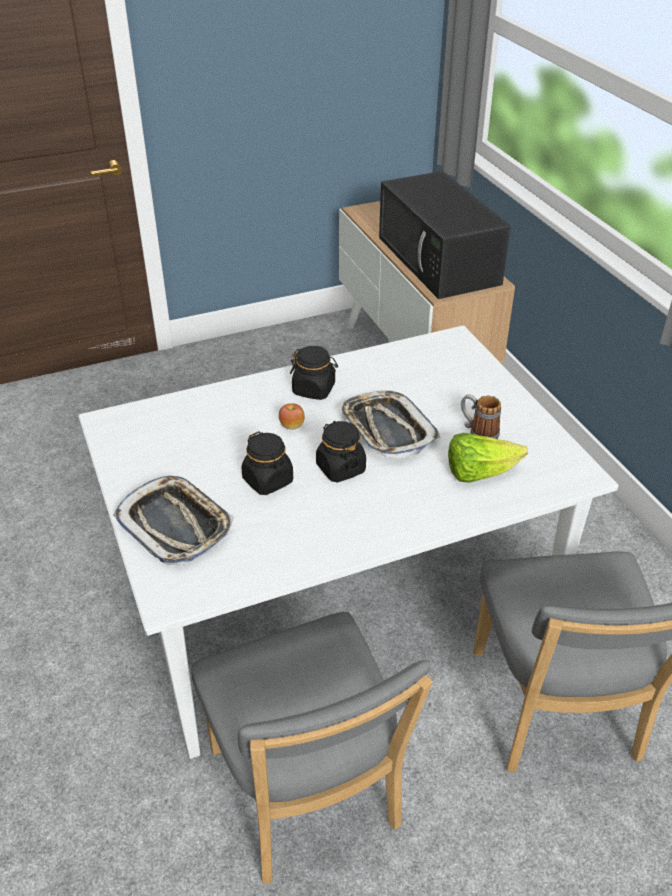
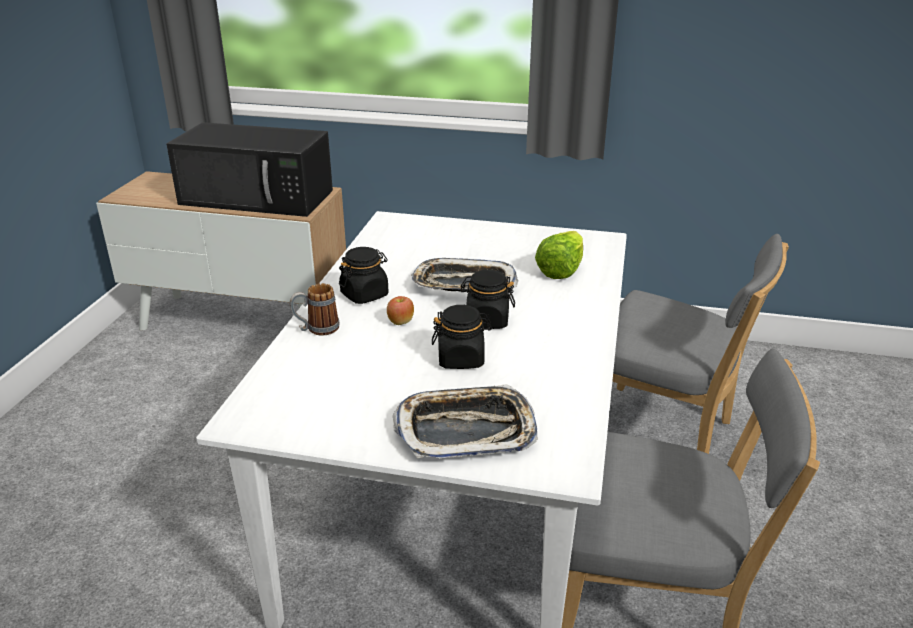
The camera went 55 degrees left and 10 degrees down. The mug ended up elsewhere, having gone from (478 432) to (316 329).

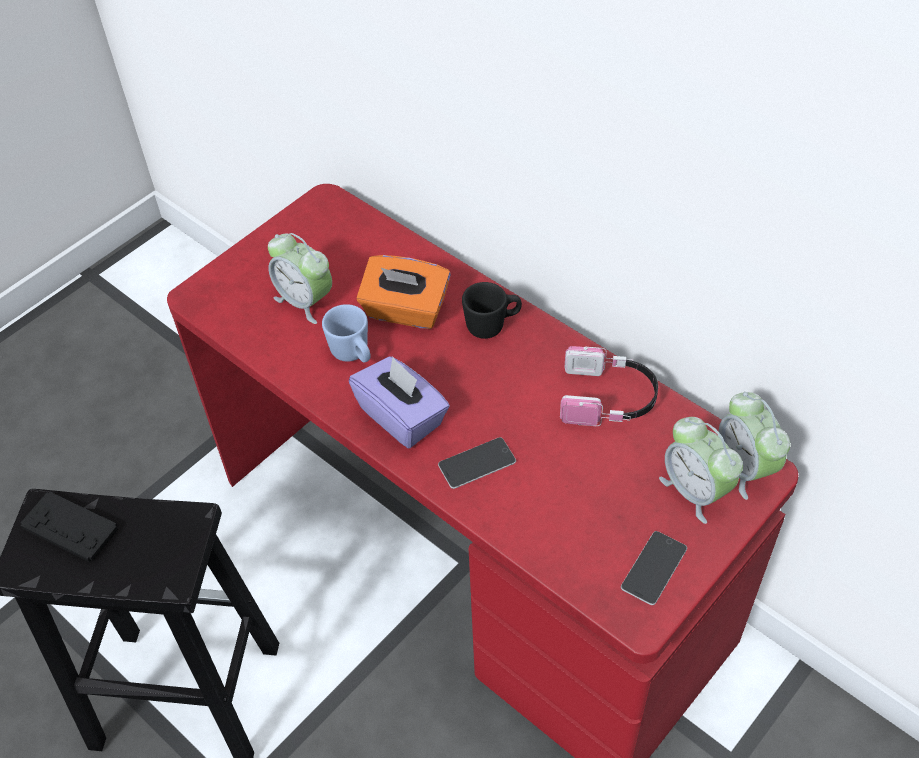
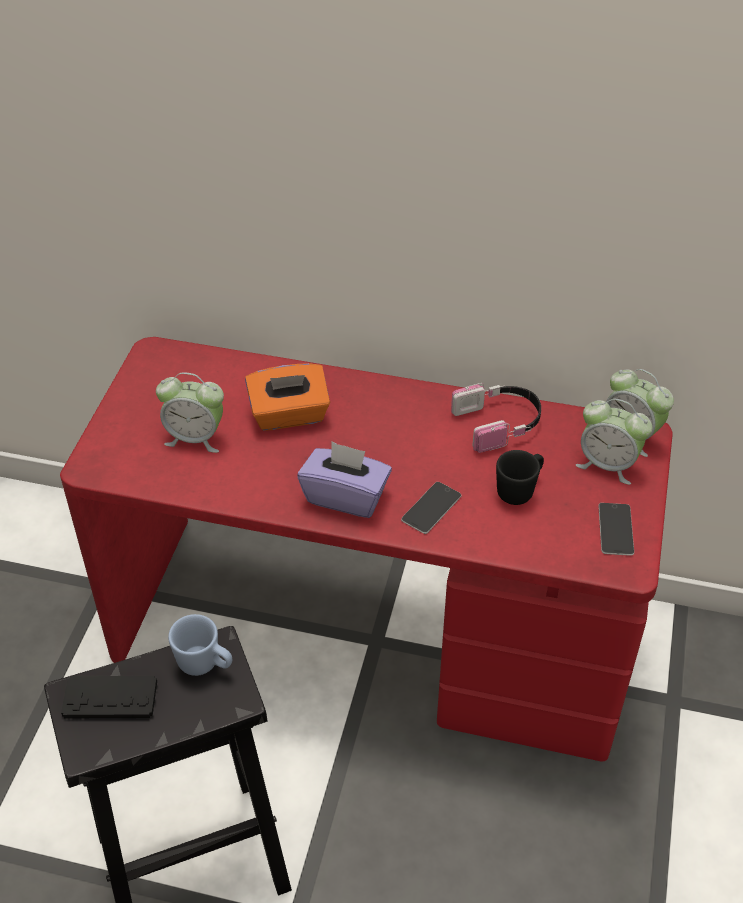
The camera went 30 degrees left and 5 degrees down. The mug in blue ended up elsewhere, having gone from (353 355) to (205 664). The mug in black ended up elsewhere, having gone from (492 326) to (519 490).

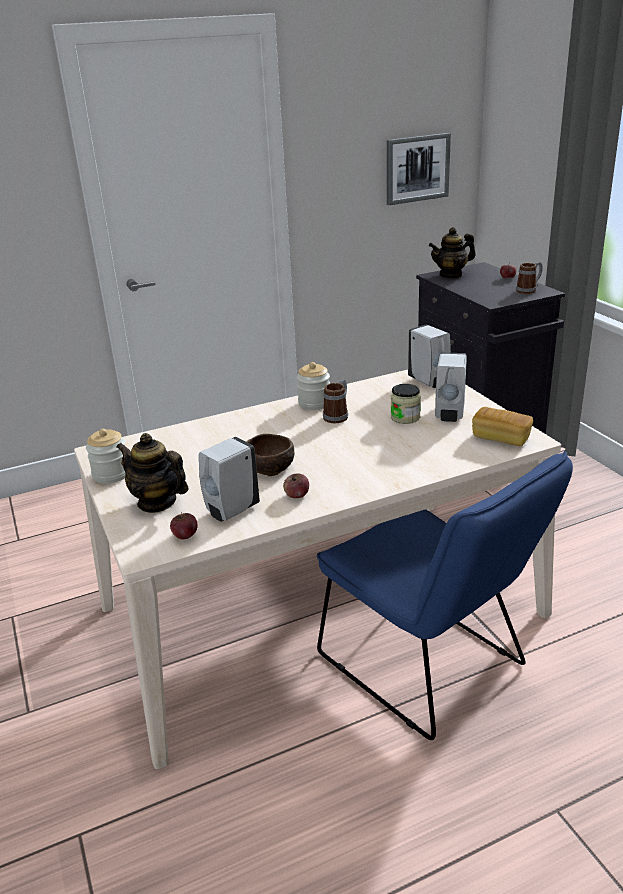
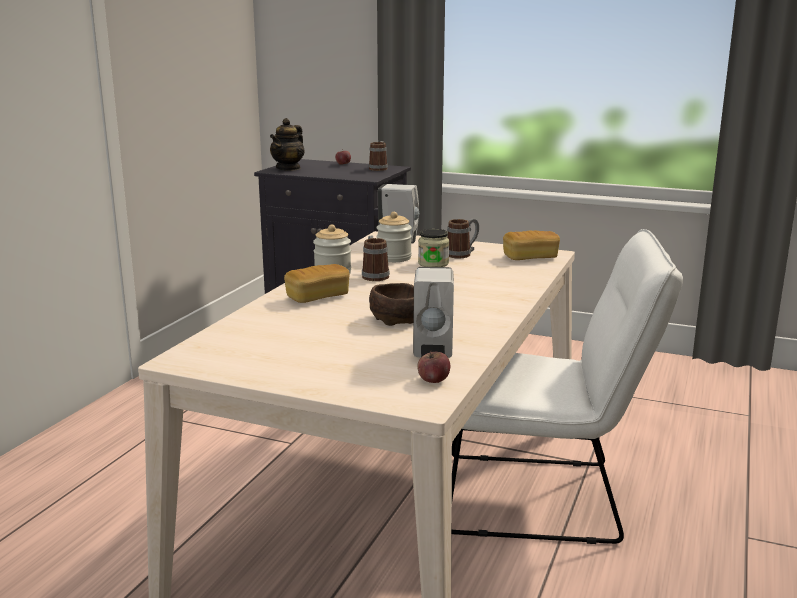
The camera went 45 degrees left and 10 degrees down. The second view lost the teapot at (157 502). The second view lost the apple at (296 495). The second view lost the picture at (417 168). The second view gained the bread at (317 297). The jar ended up elsewhere, having gone from (111 474) to (394 258). Where the soap dispenser in white stood at (449 414), the mug came to stand at (462 254). What was the chair in blue at (430 667) turned into the chair in white at (545 499).

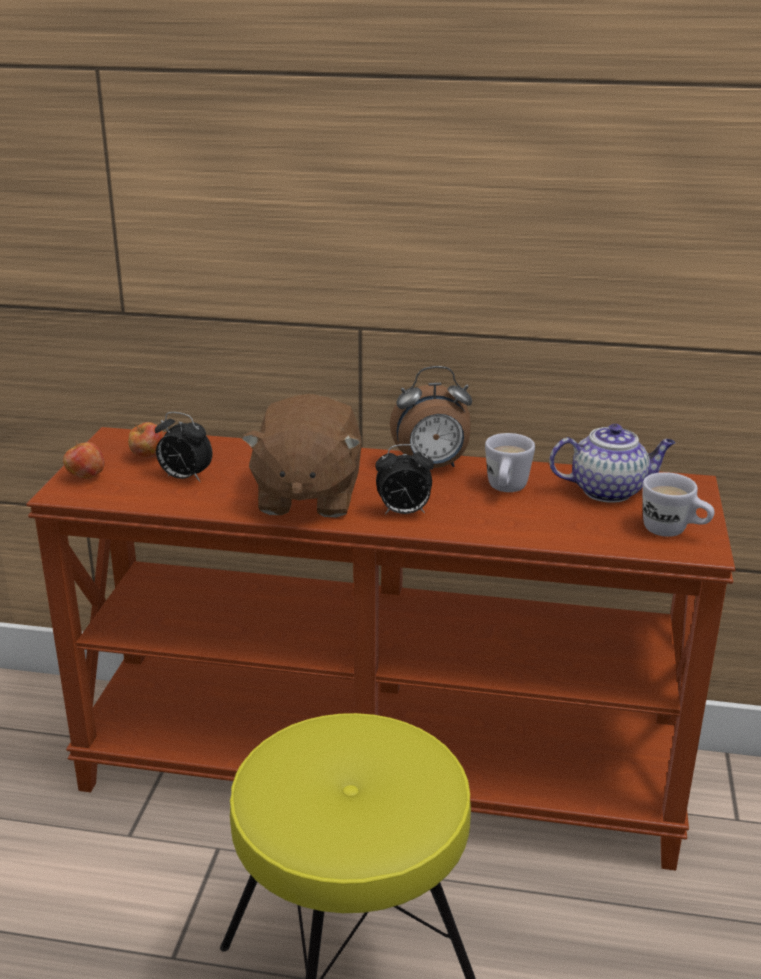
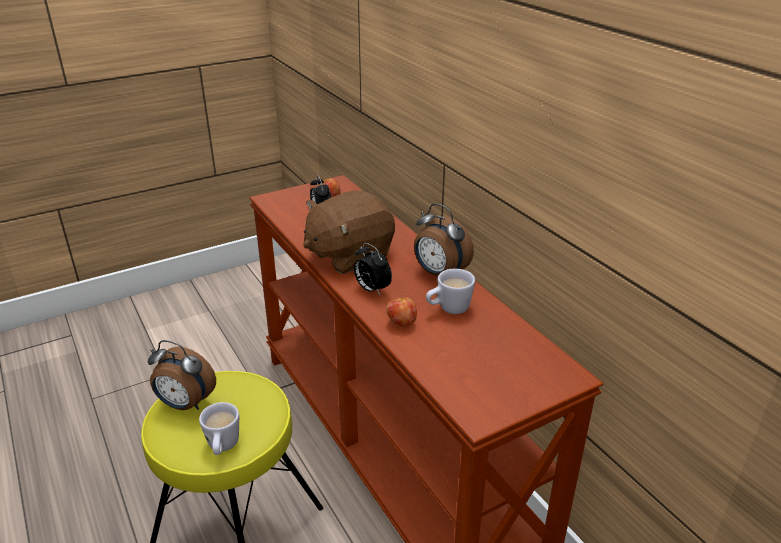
The camera went 50 degrees right and 5 degrees up. The second view lost the teapot at (609 491). The second view gained the alarm clock at (185 404). The apple ended up elsewhere, having gone from (86 477) to (401 323). The mug in white ended up elsewhere, having gone from (673 532) to (222 447).

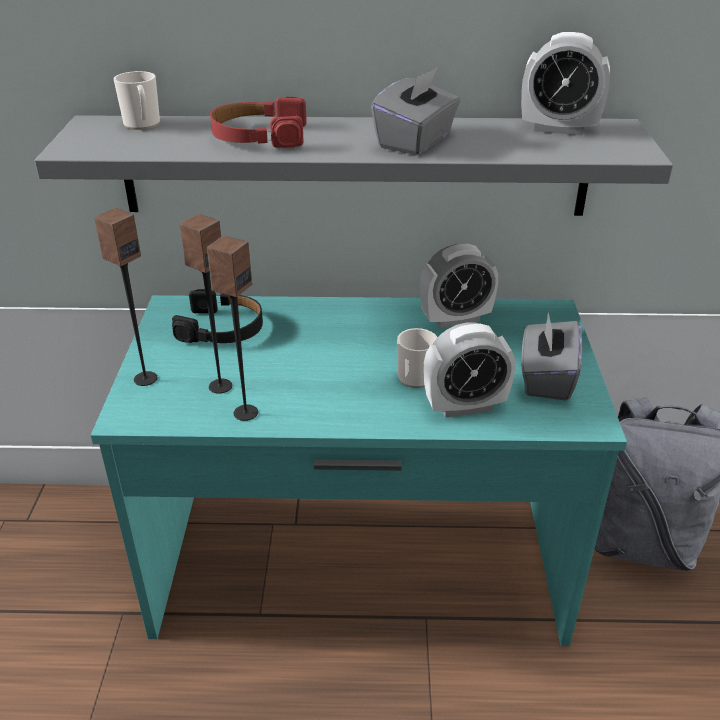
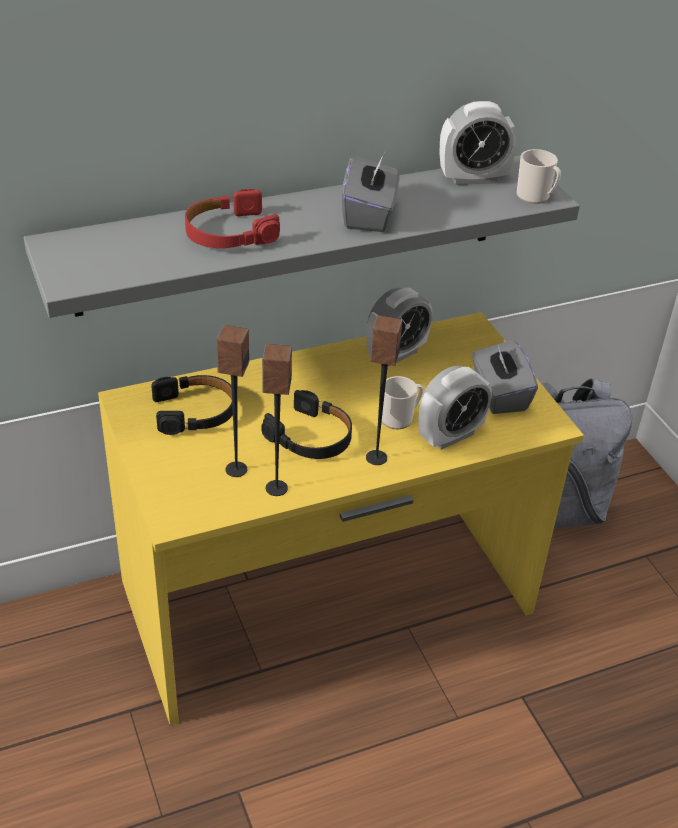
The camera went 25 degrees left and 5 degrees up. The second view gained the headphones in black at (311 437). The speaker ended up elsewhere, having gone from (145 378) to (376 457). The mug ended up elsewhere, having gone from (143 125) to (536 197). What was the desk in turquoise at (360 566) turned into the desk in yellow at (328 600).

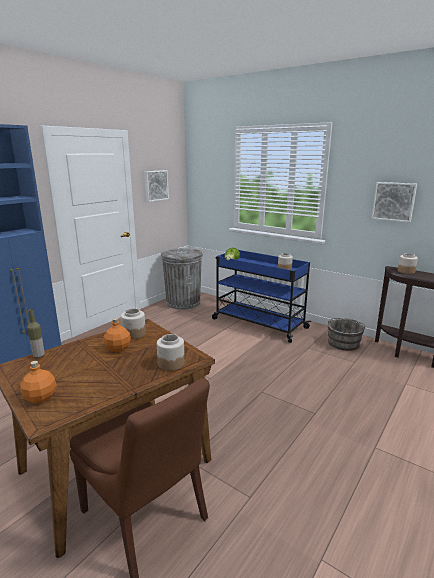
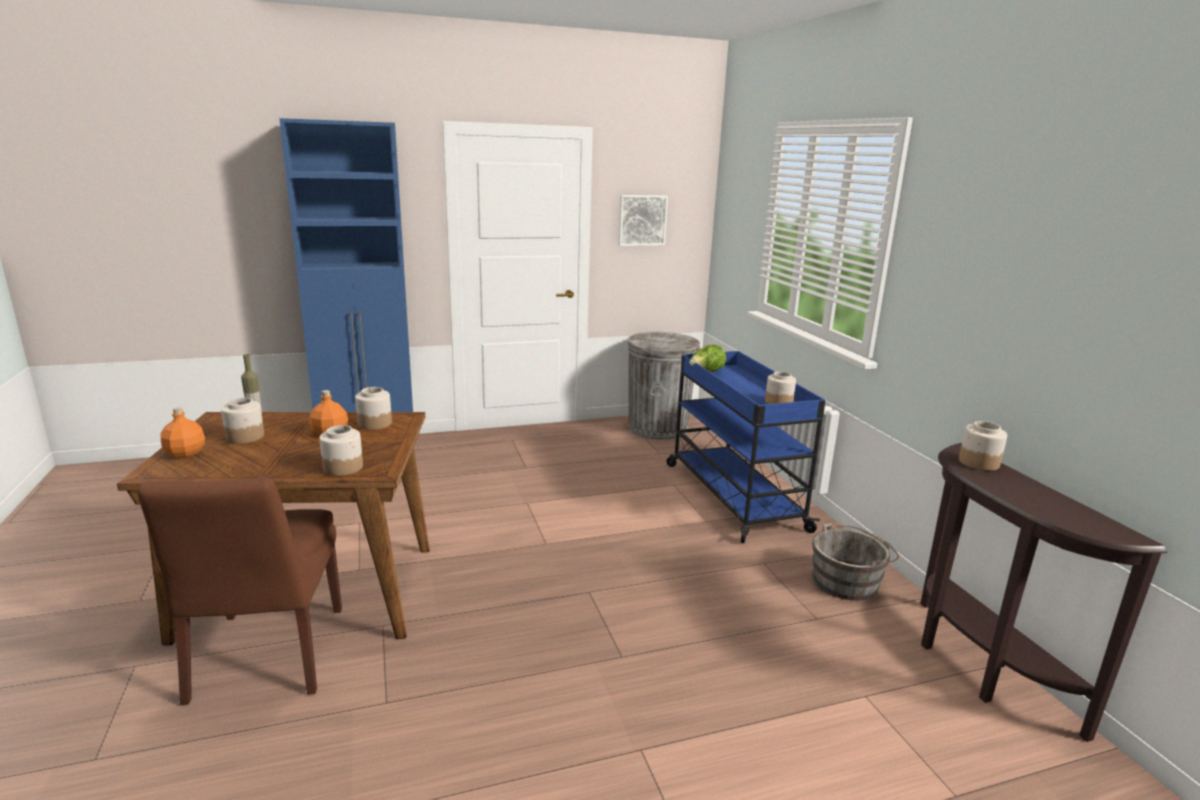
The camera went 35 degrees right and 0 degrees up. The second view lost the picture at (394 201). The second view gained the jar at (244 437).

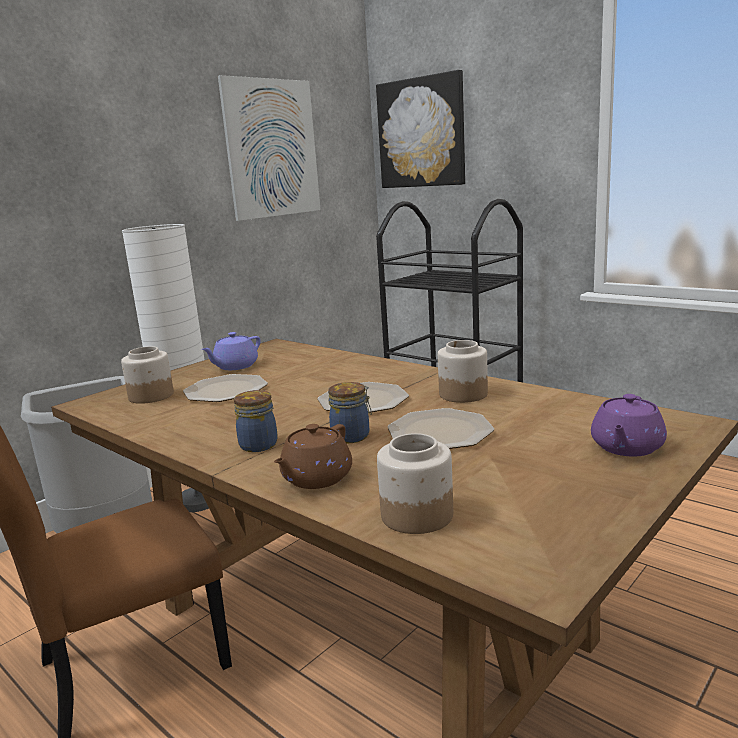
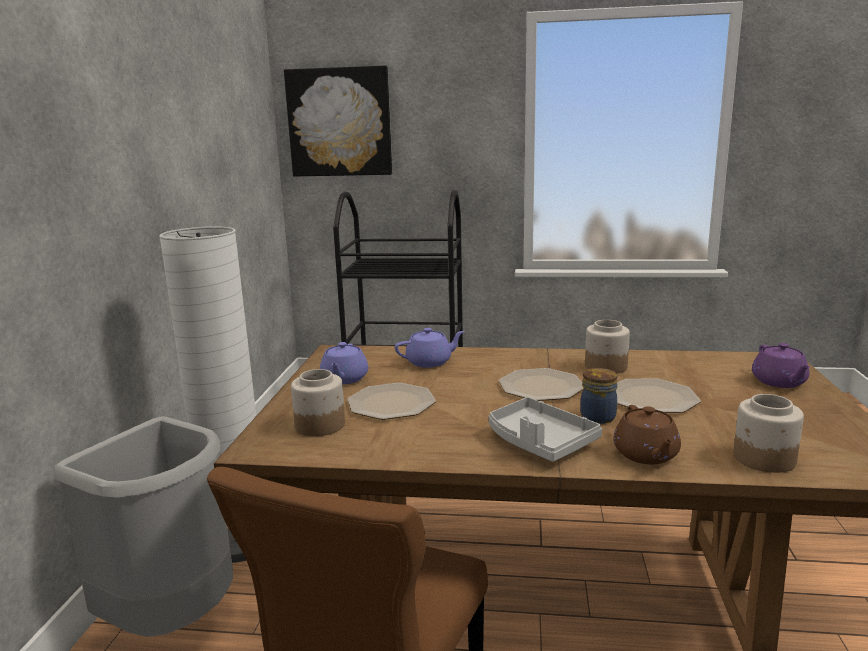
The camera went 35 degrees left and 0 degrees up. The second view lost the picture at (272 148). The second view gained the teapot in purple at (430 362). Where the jar stood at (258 444), the tray in grey came to stand at (539 442).

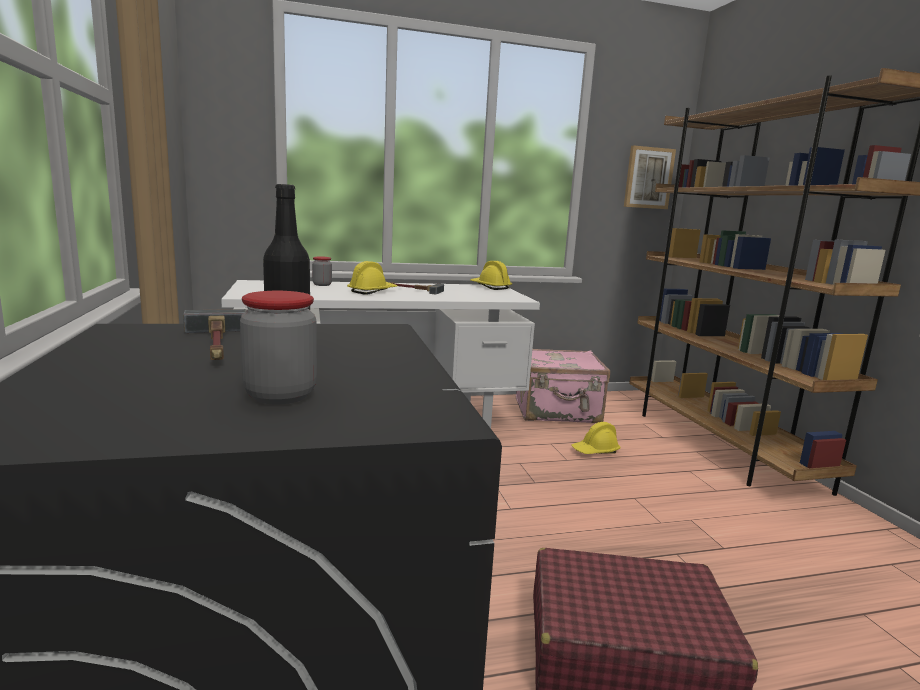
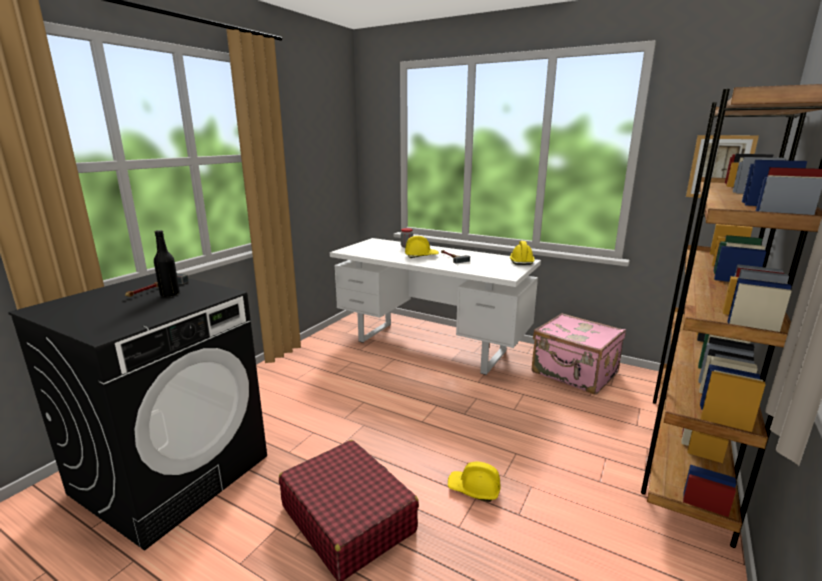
The camera went 45 degrees right and 5 degrees up. The second view lost the jar at (280 395). The hard hat in yellow ended up elsewhere, having gone from (595 451) to (474 489).

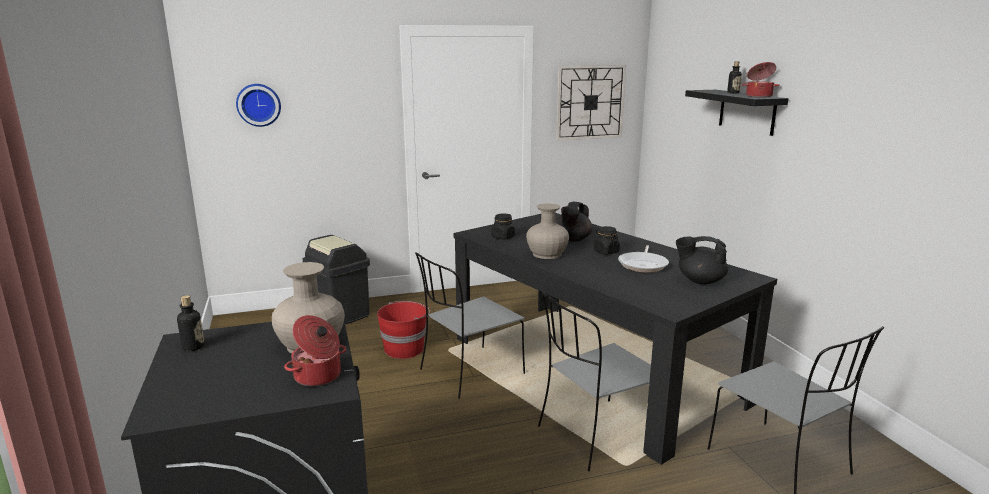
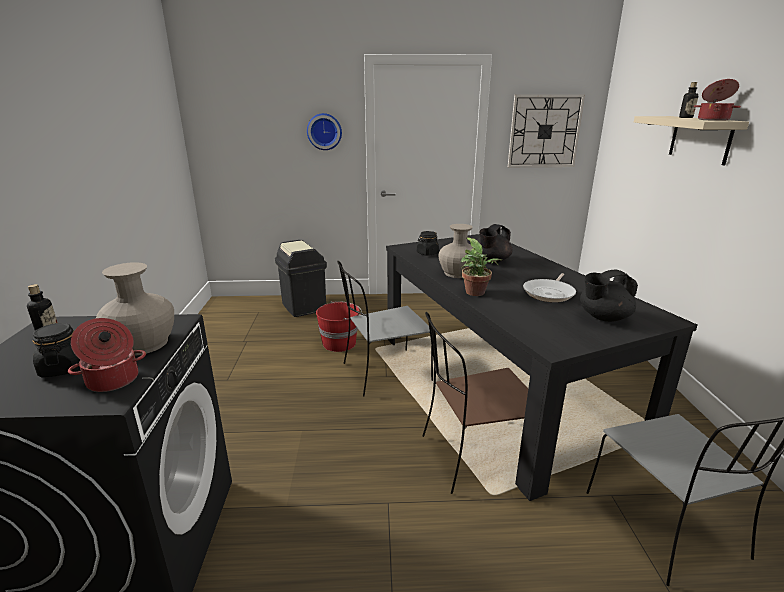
The camera went 15 degrees right and 5 degrees up. The second view gained the potted plant at (476 293). The wall clock ended up elsewhere, having gone from (258 105) to (324 131). The jar in black ended up elsewhere, having gone from (606 252) to (64 368). What was the chair in grey at (597 435) turned into the chair in brown at (476 455). What was the shelf in black at (747 112) turned into the shelf in beige at (700 139). The teapot in black at (700 281) ended up facing another way, 45 degrees counterclockwise from before.

